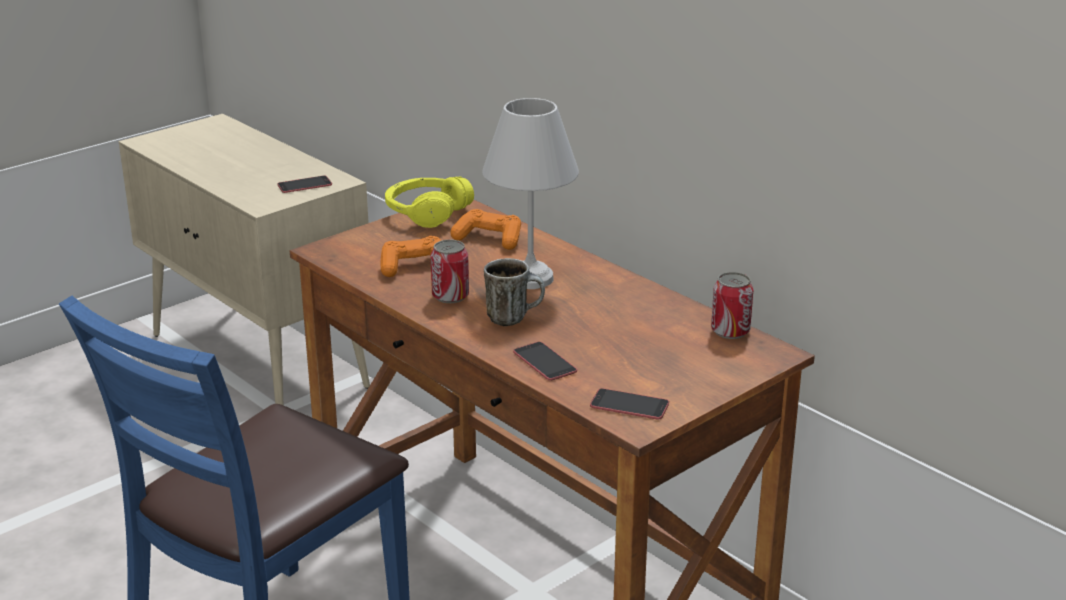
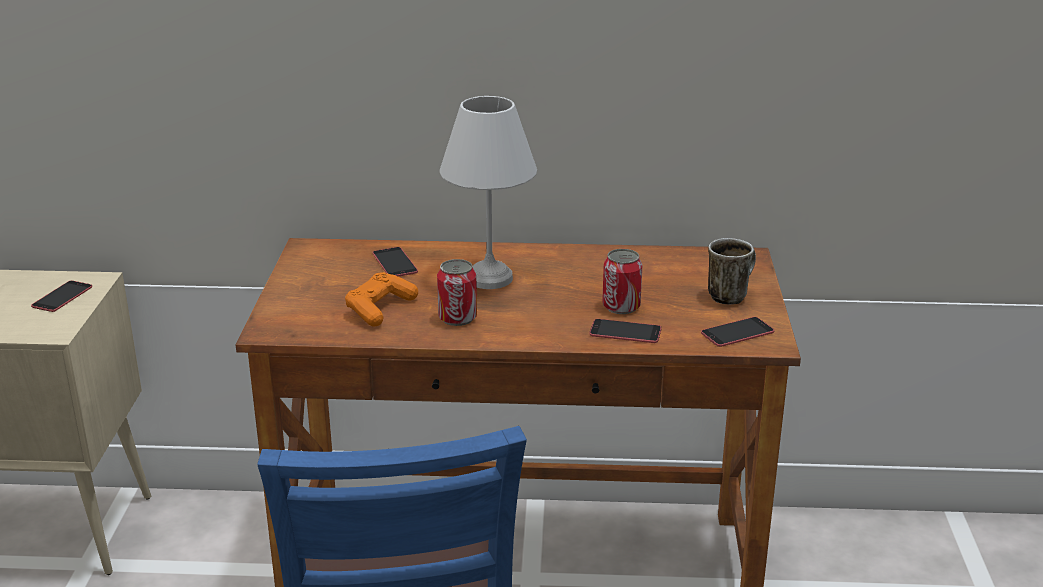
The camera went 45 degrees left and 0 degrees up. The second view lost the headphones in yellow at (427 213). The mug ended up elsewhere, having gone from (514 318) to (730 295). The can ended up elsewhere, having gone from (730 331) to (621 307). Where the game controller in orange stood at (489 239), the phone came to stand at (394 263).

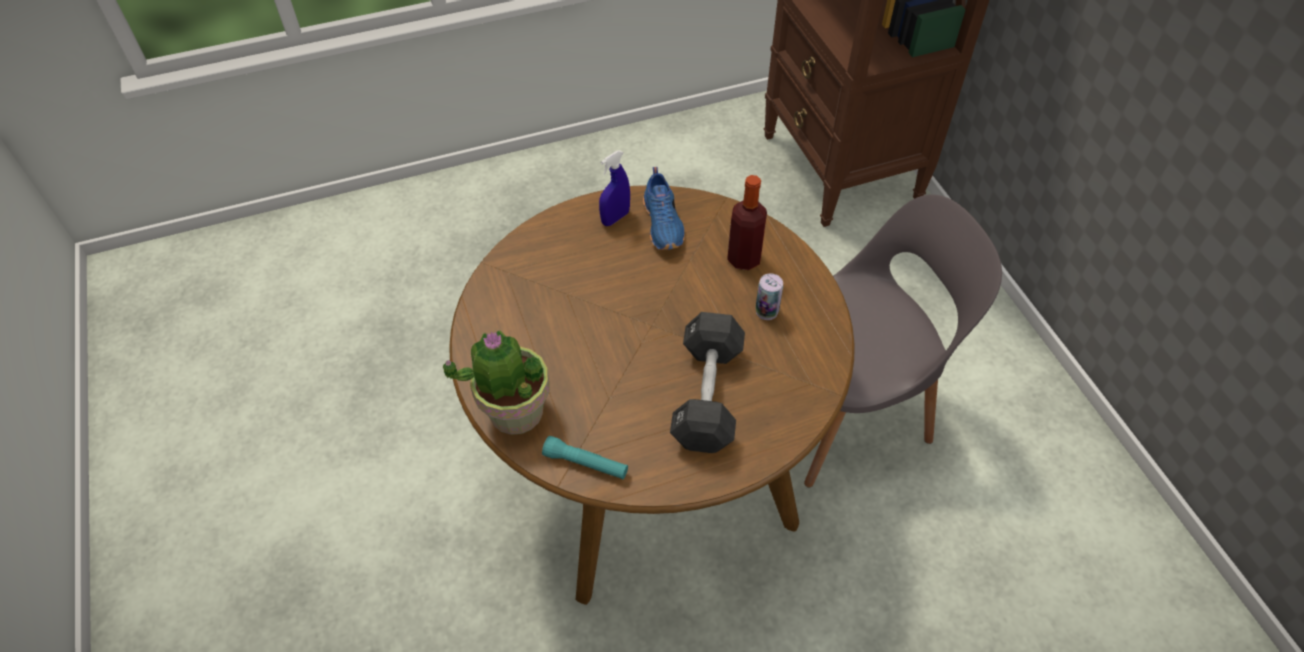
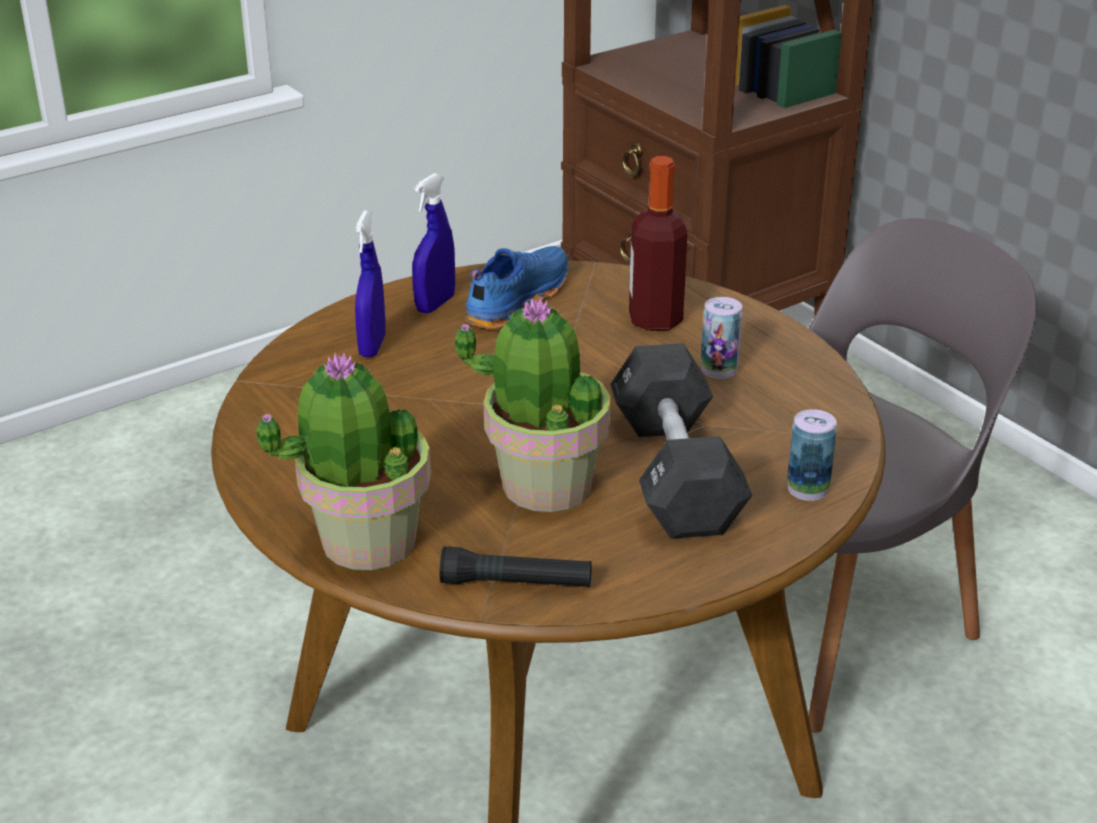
The camera went 15 degrees left and 20 degrees down. The second view gained the spray bottle in blue at (372 346). The second view gained the potted plant at (545 484). The second view gained the can at (807 489). What was the flashlight in turquoise at (586 463) turned into the flashlight in black at (516 583). The shoe in blue at (664 224) ended up facing another way, 120 degrees counterclockwise from before.

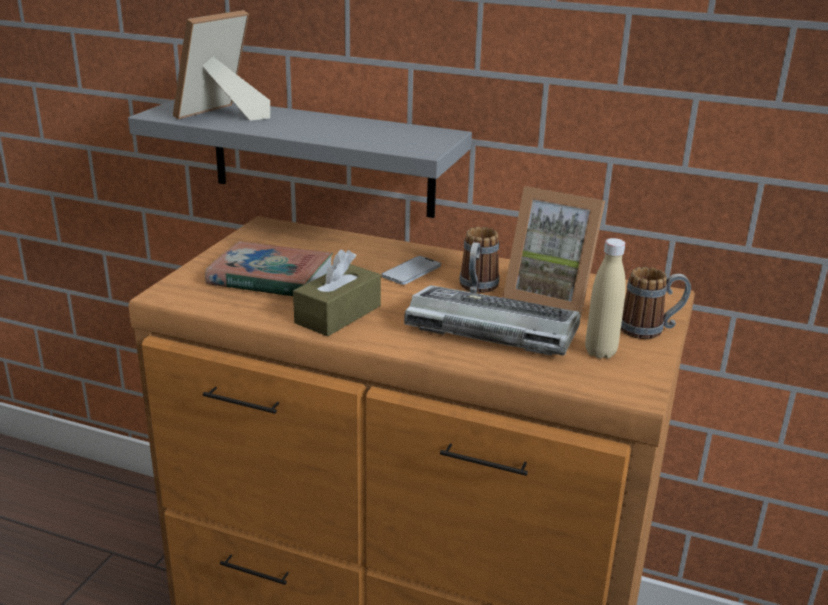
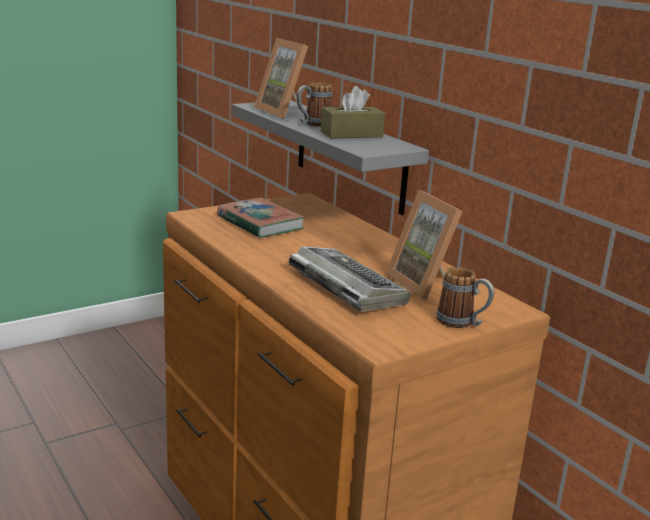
The camera went 35 degrees right and 5 degrees down. The second view lost the phone at (411 272). The second view lost the bottle in beige at (600 352). The tissue box in brown ended up elsewhere, having gone from (338 314) to (351 134). The mug ended up elsewhere, having gone from (476 288) to (313 124). The picture frame at (221 116) ended up facing another way, 105 degrees counterclockwise from before.

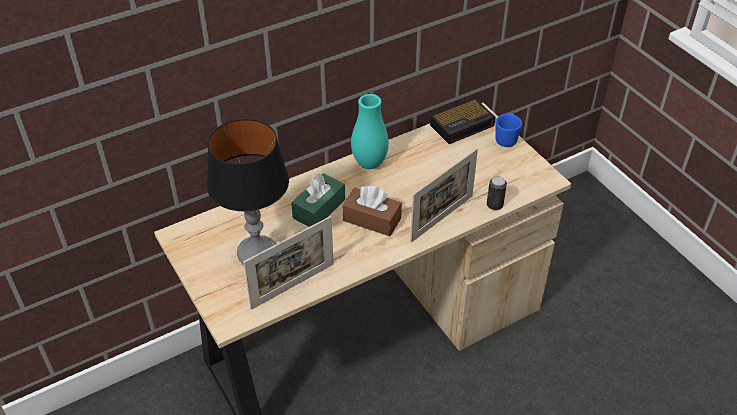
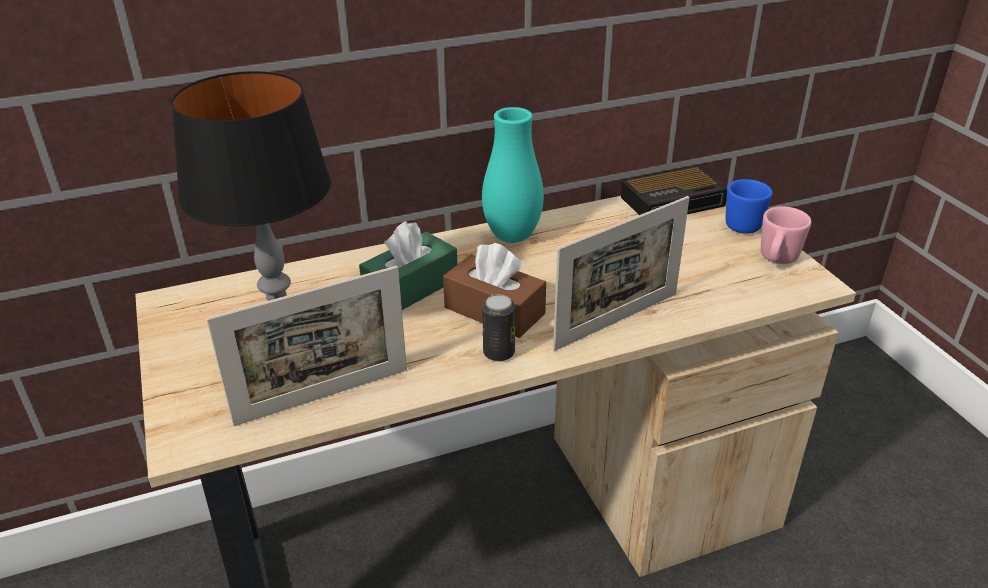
The camera went 10 degrees right and 10 degrees down. The second view gained the mug in pink at (776 260). The can ended up elsewhere, having gone from (494 205) to (499 353).

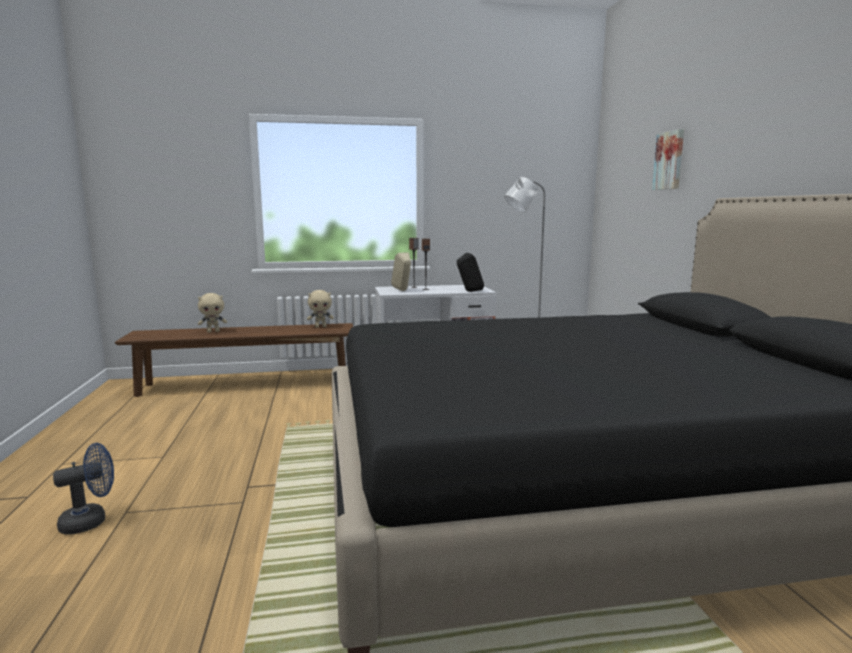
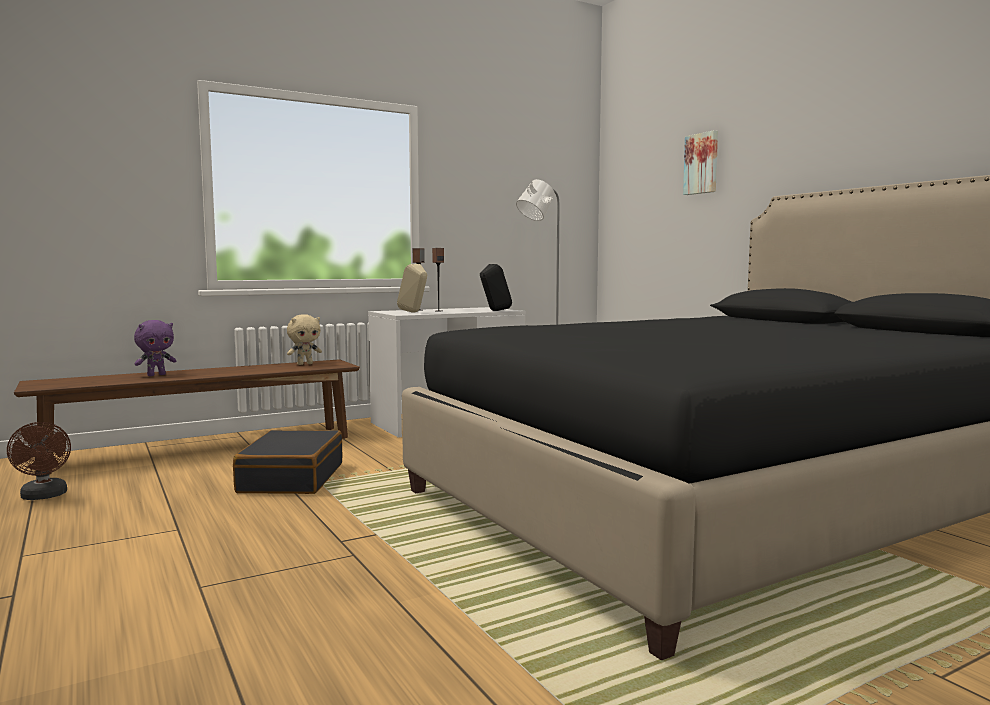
The camera went 20 degrees left and 5 degrees down. The second view lost the fan in blue at (91 521). The second view gained the fan in brown at (44 496). The second view gained the suitcase in black at (291 478). What was the plush toy in beige at (213 331) turned into the plush toy in purple at (156 375).

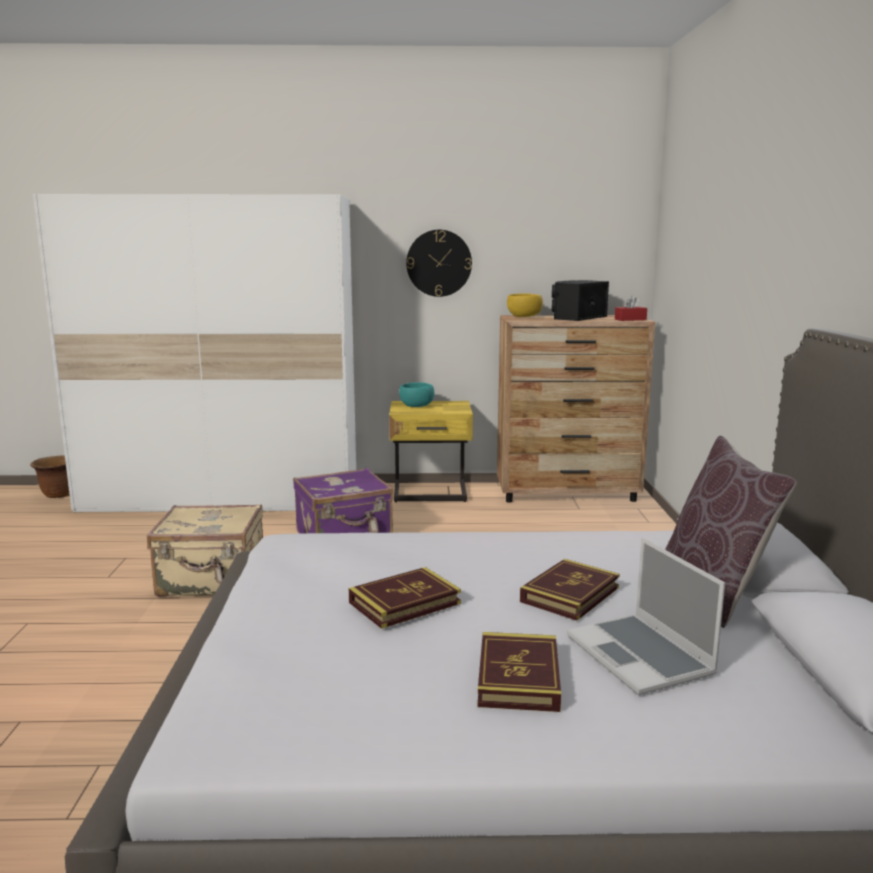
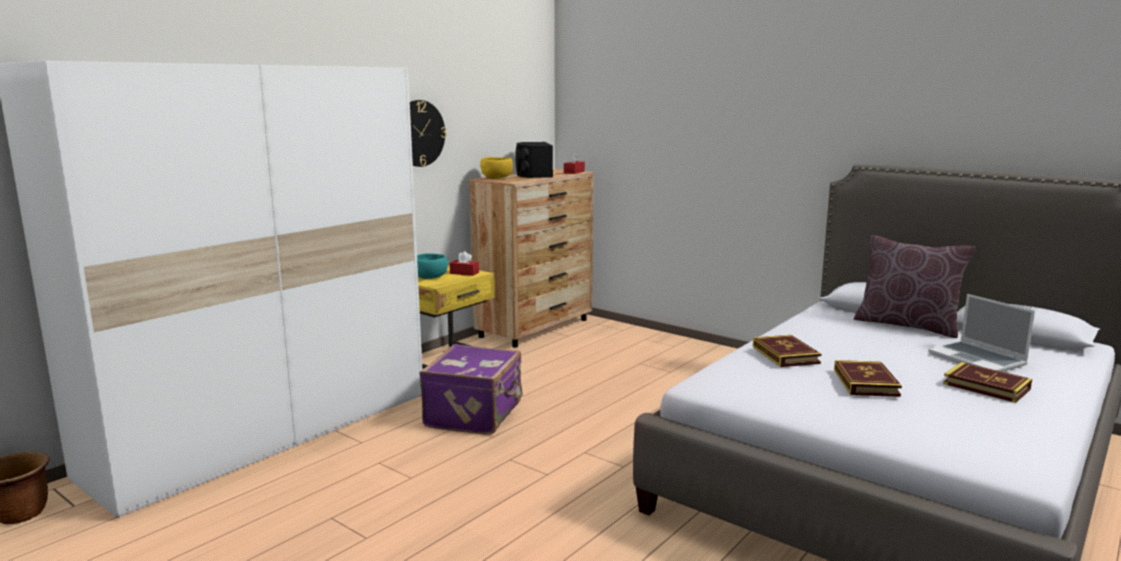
The camera went 50 degrees left and 0 degrees up. The second view lost the suitcase in beige at (212 581). The second view gained the tissue box in red at (464 273). The book ended up elsewhere, having gone from (570 594) to (785 355). The laptop at (641 656) ended up facing another way, 45 degrees clockwise from before.

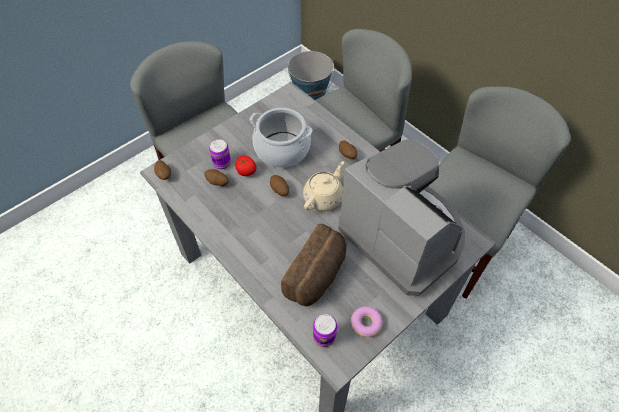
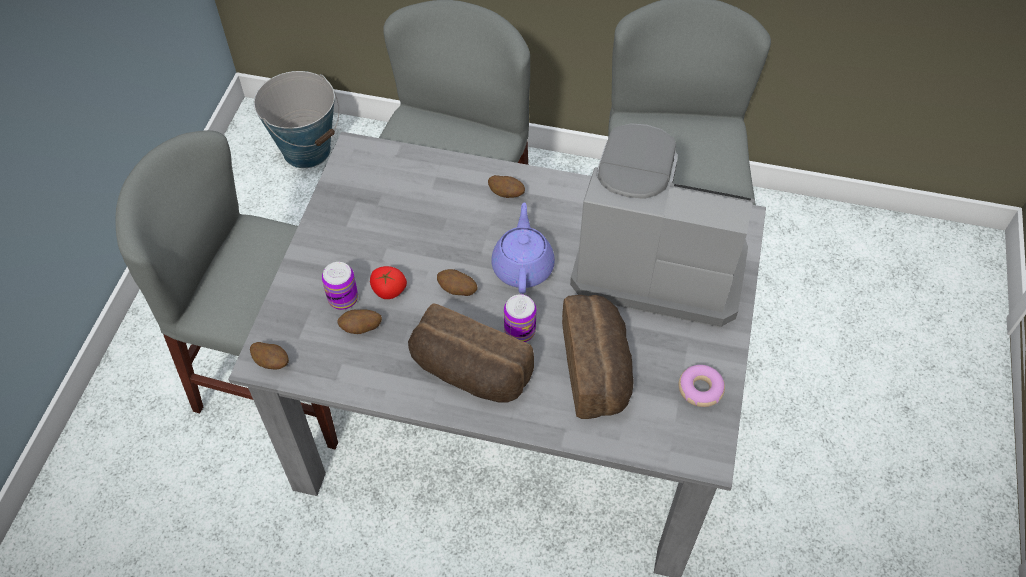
The camera went 35 degrees left and 0 degrees up. The second view lost the cooking pot at (282 149). The second view gained the bread at (469 374). The can ended up elsewhere, having gone from (324 336) to (519 331). What was the teapot in beige at (324 197) turned into the teapot in purple at (523 266).

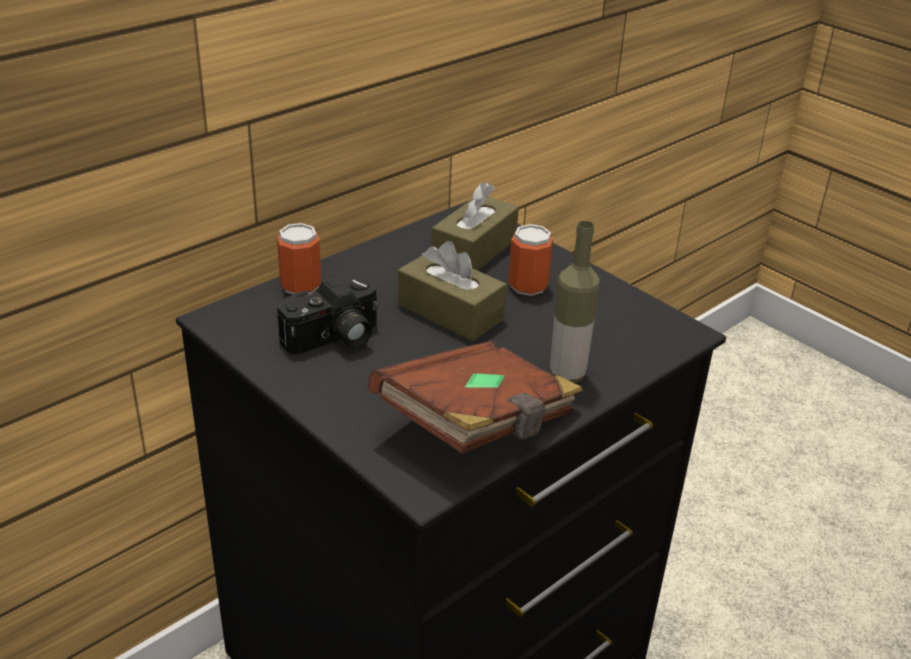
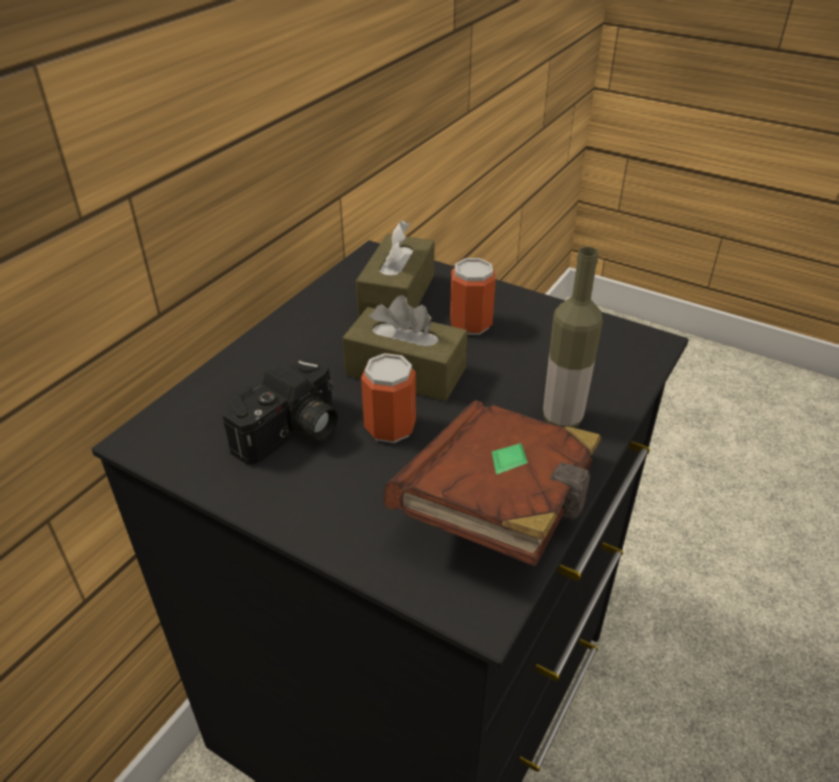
The camera went 15 degrees left and 5 degrees up. The can ended up elsewhere, having gone from (300 285) to (390 427).

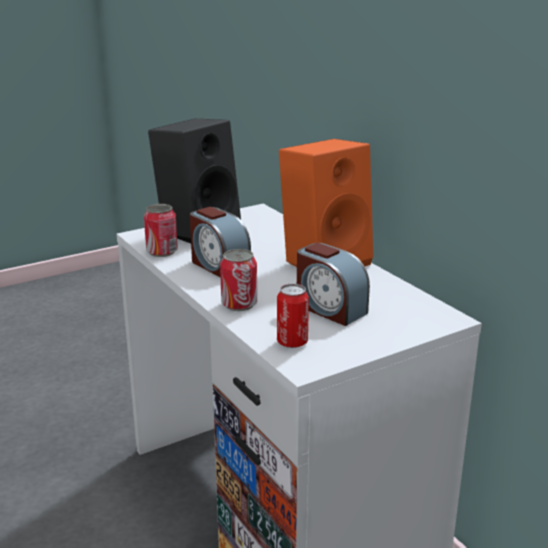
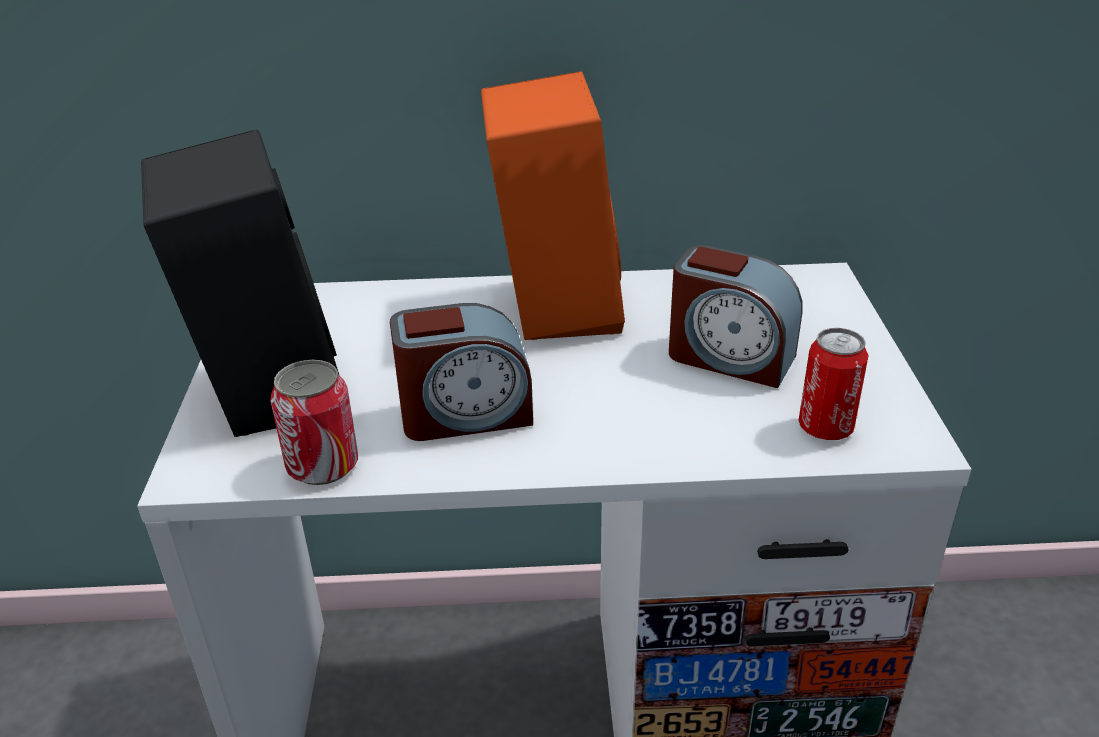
The camera went 60 degrees left and 10 degrees up. The second view lost the can at (239 304). The alarm clock at (329 309) ended up facing another way, 45 degrees clockwise from before.

